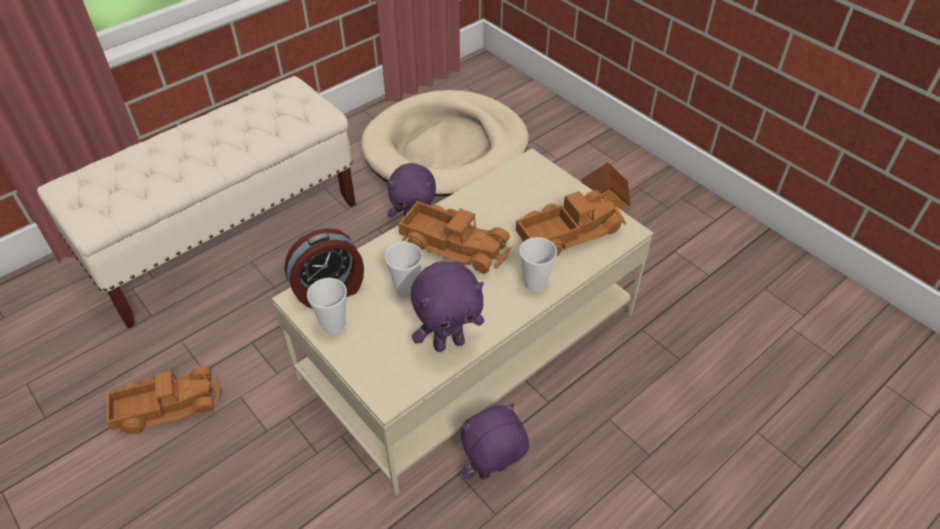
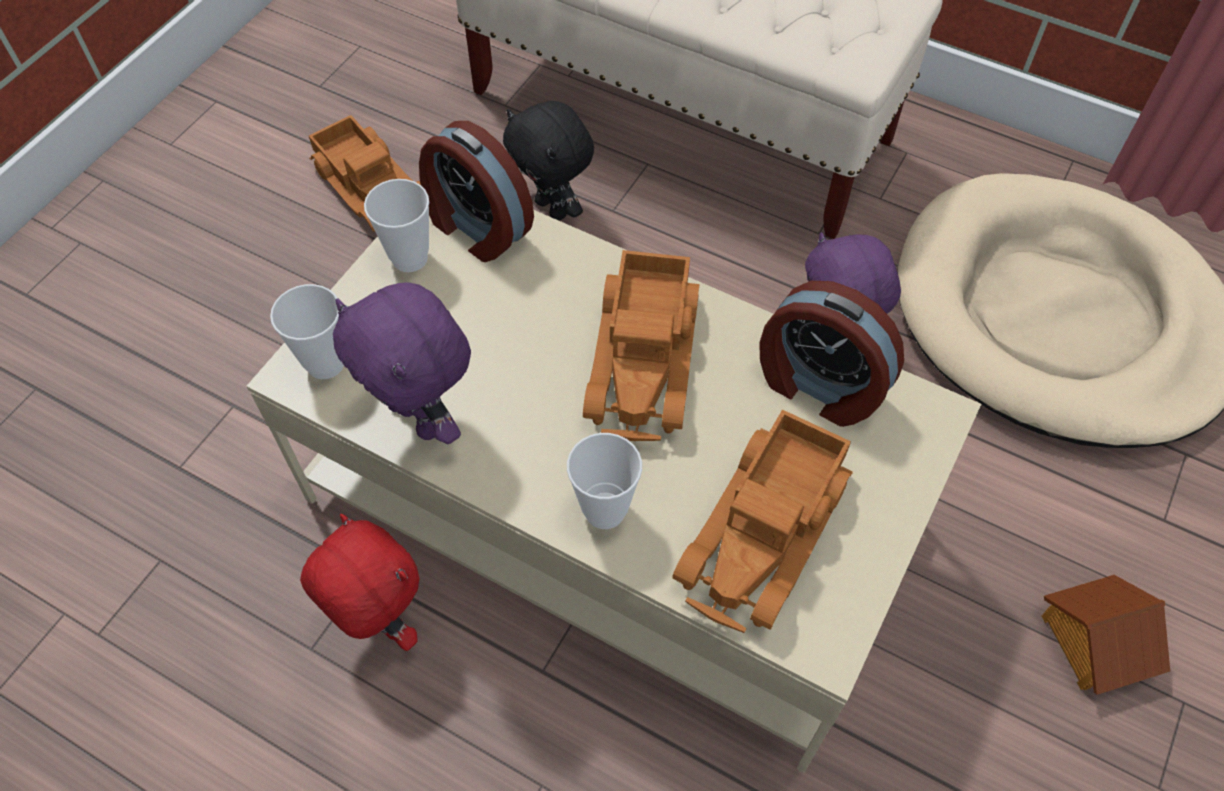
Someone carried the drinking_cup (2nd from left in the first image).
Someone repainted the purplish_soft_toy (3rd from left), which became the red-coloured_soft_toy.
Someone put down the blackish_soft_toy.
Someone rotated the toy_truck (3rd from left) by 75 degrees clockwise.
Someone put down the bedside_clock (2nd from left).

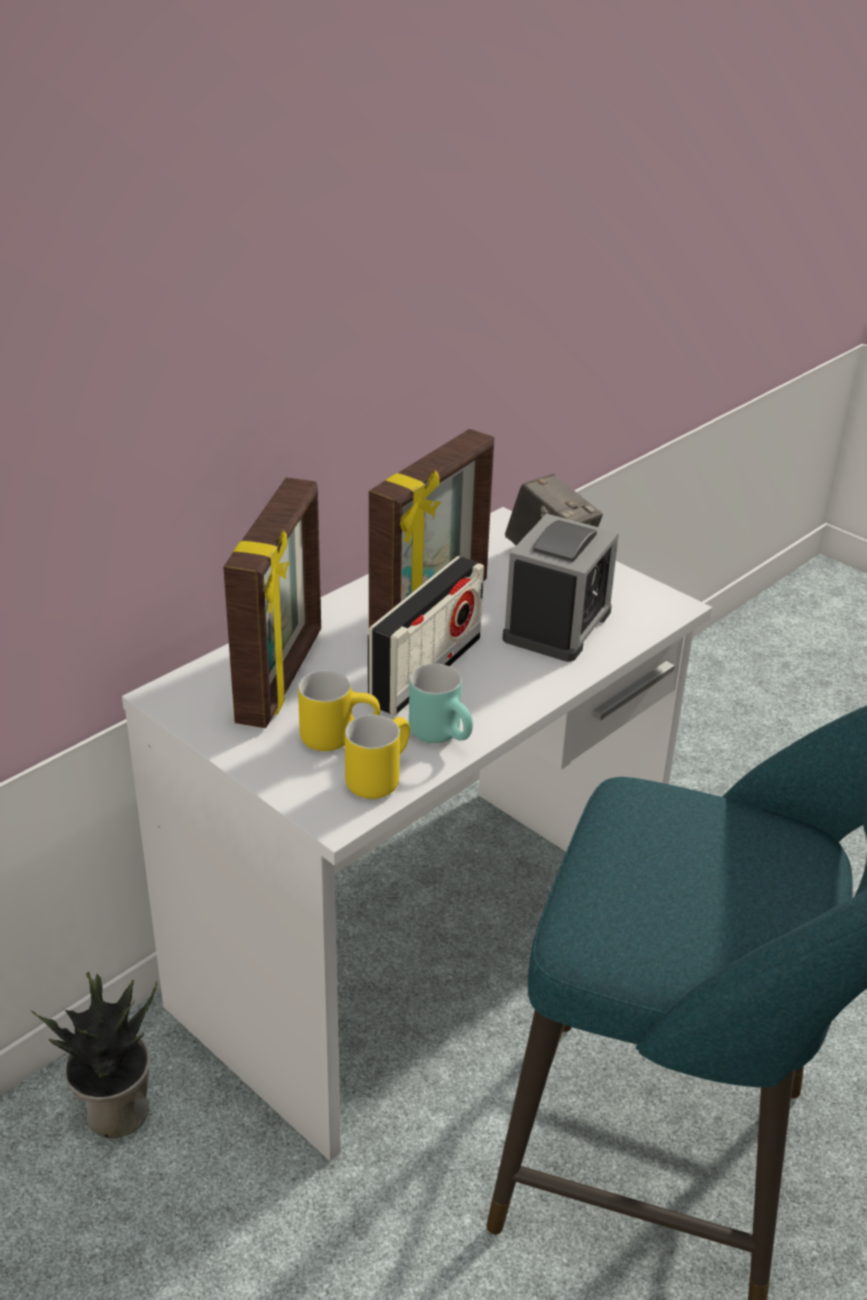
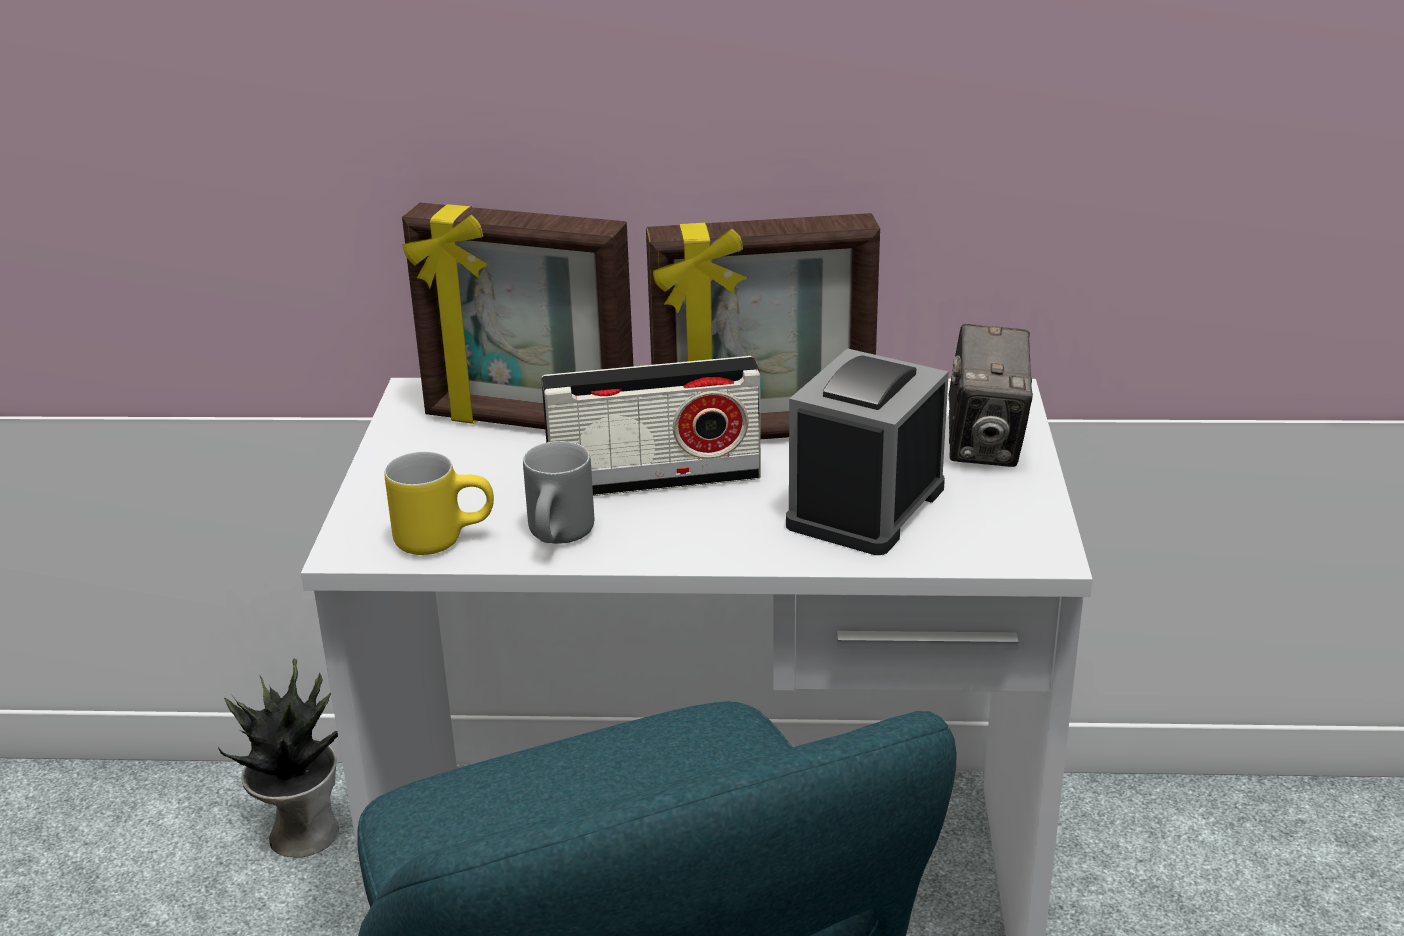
Someone rotated the standing_frame (1st from left) by 45 degrees clockwise.
Someone repainted the turquoise-coloured_coffee_mug, which became the gray_coffee_mug.
Someone rotated the bedside_clock by 135 degrees clockwise.
Someone took away the yellow-coloured_coffee_mug (1st from left).

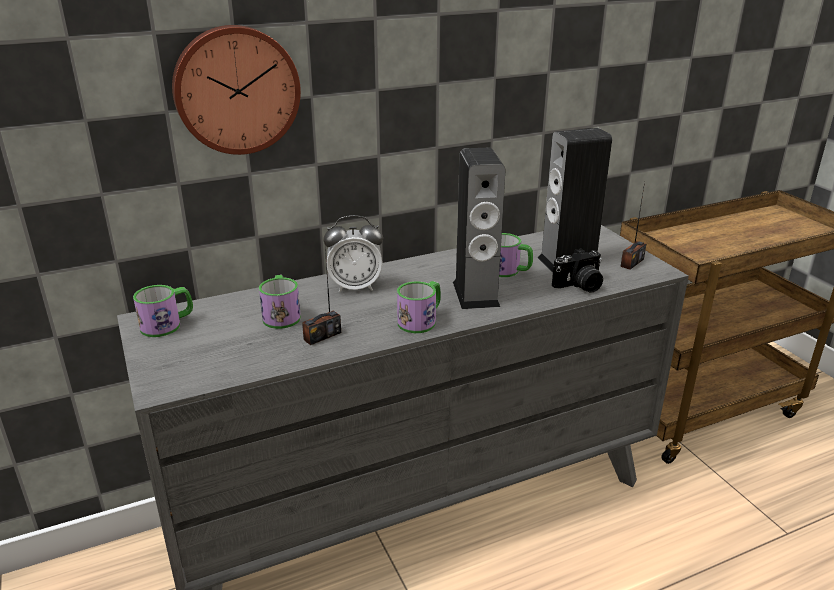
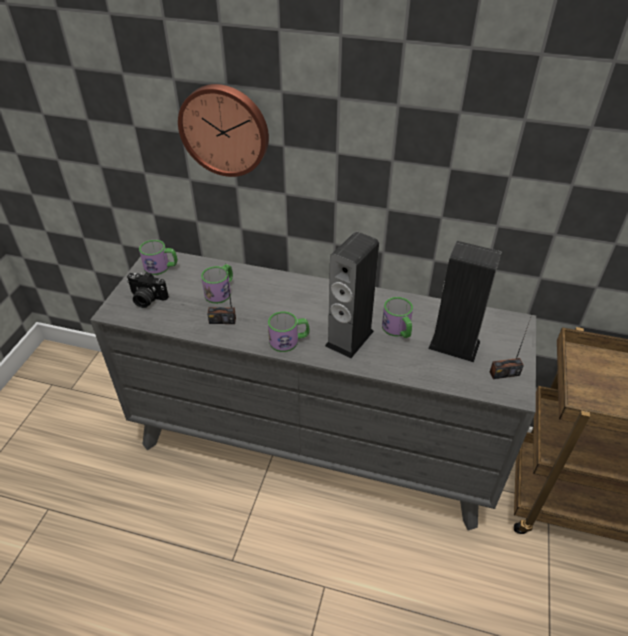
Someone carried the still_camera.
Someone took away the bedside_clock.

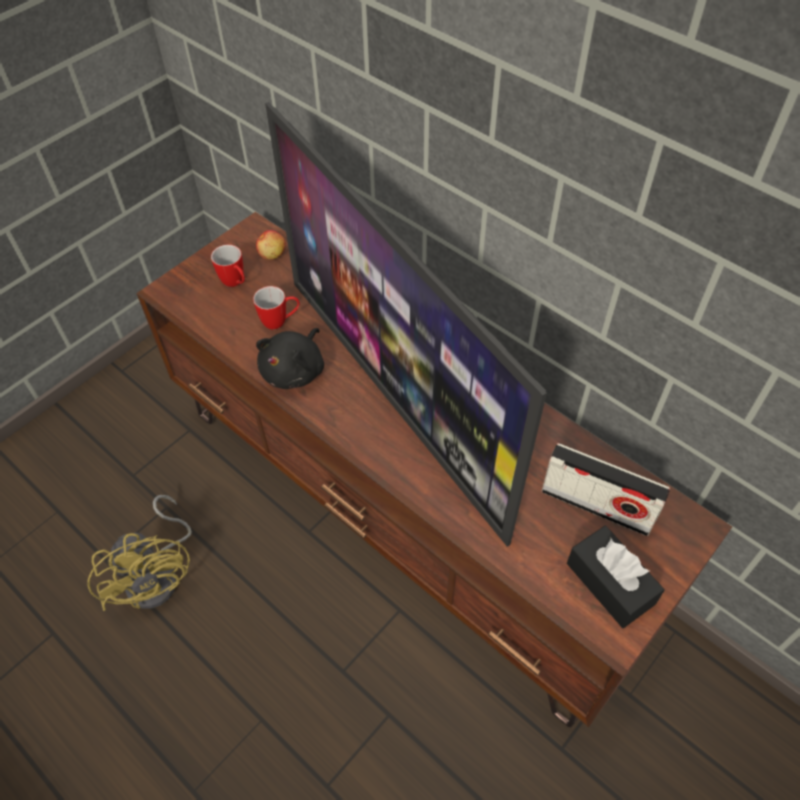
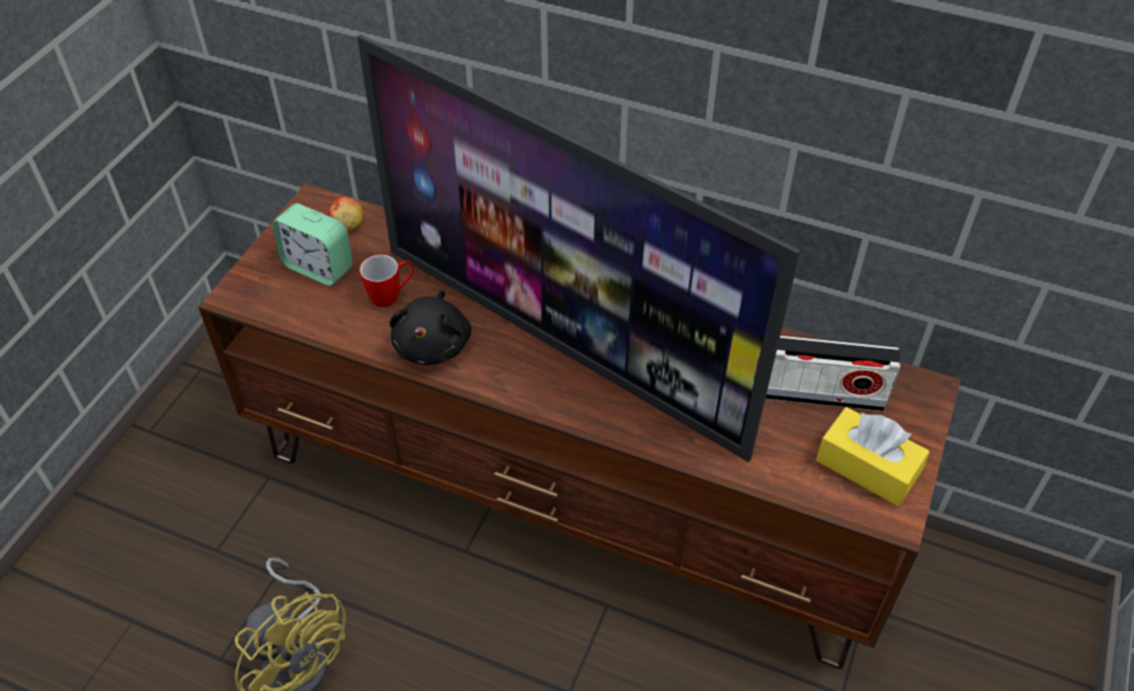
Someone swapped the coffee_mug (1st from left) for the bedside_clock.
Someone repainted the blackish_tissue_holder, which became the yellow-coloured_tissue_holder.

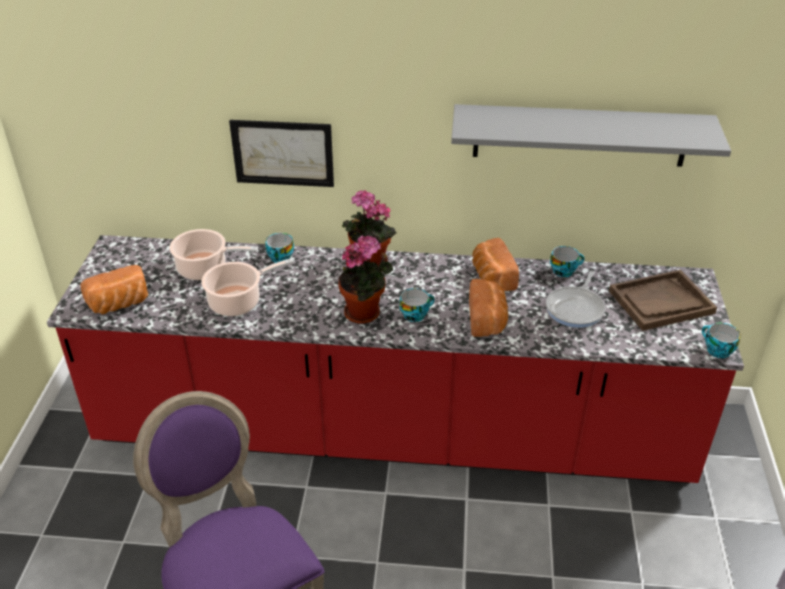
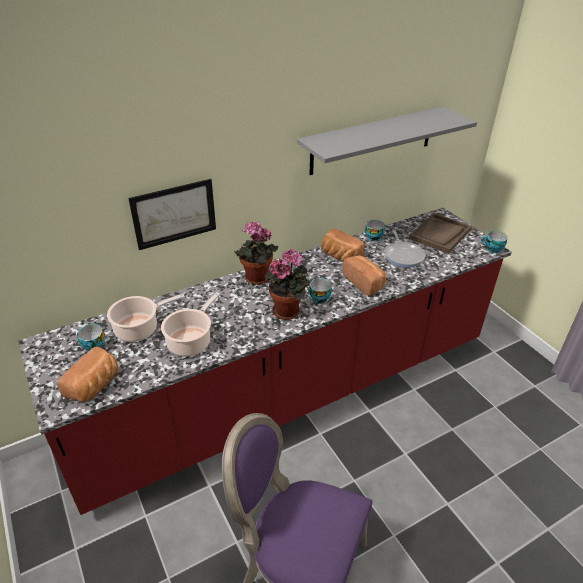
Someone carried the drinking_cup (1st from left).

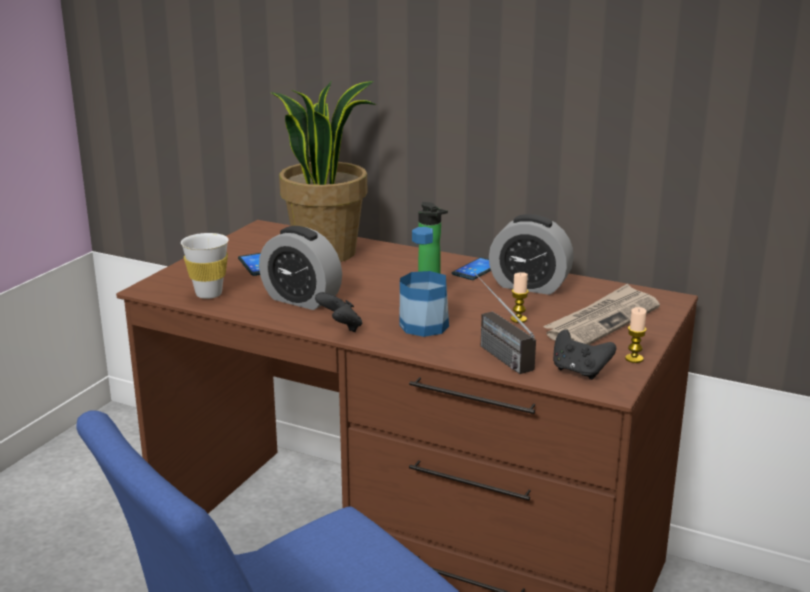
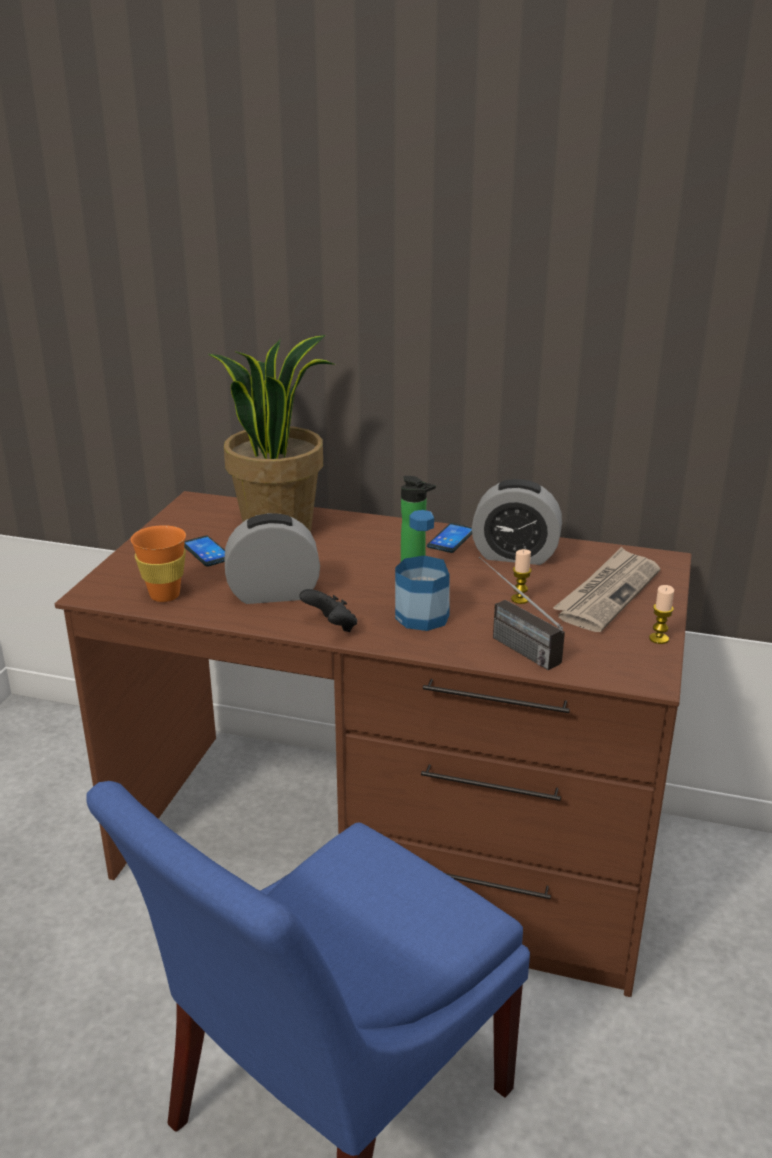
Someone repainted the whitish_drinking_cup, which became the orange-coloured_drinking_cup.
Someone rotated the bedside_clock (1st from left) by 150 degrees clockwise.
Someone took away the blackish_game_controller (2nd from left).

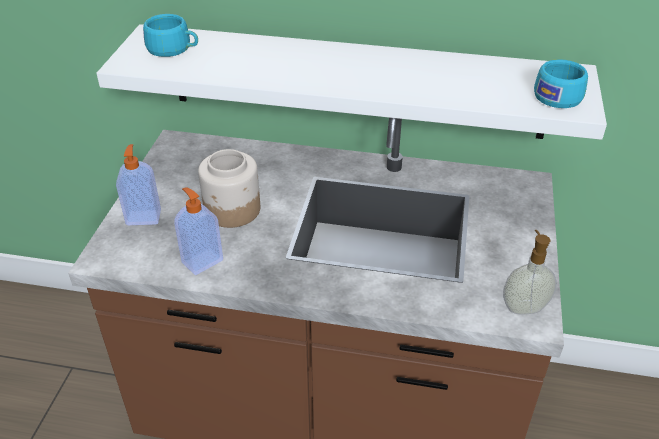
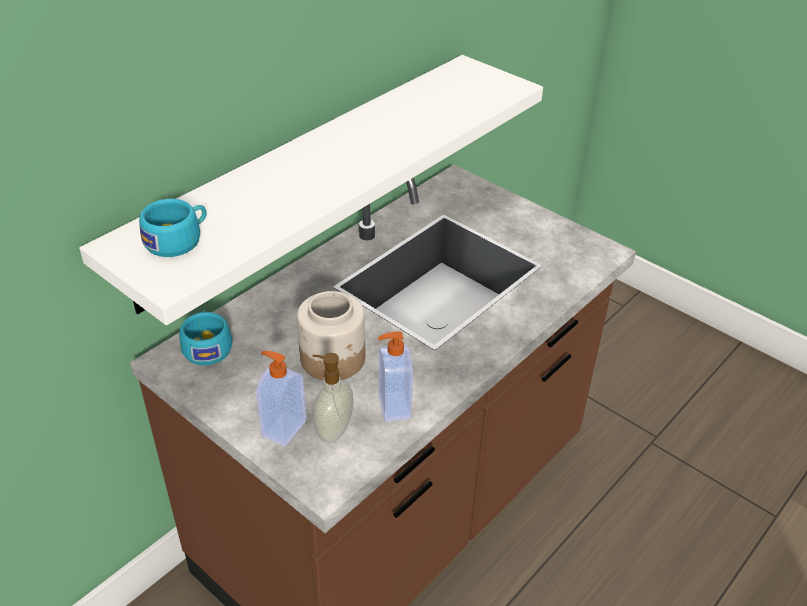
Someone carried the turquoise-coloured_drinking_cup (2nd from left).
Someone carried the liquid_soap_bottle (3rd from left in the first image).

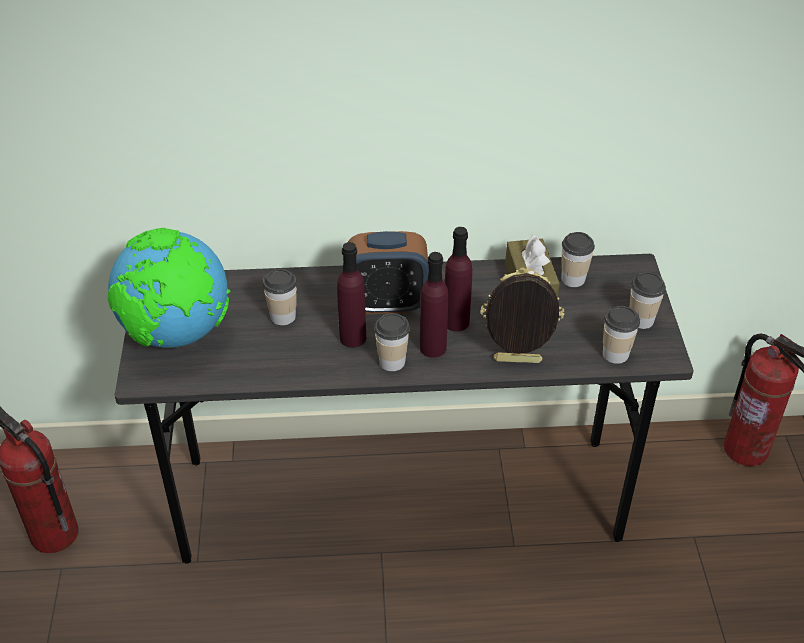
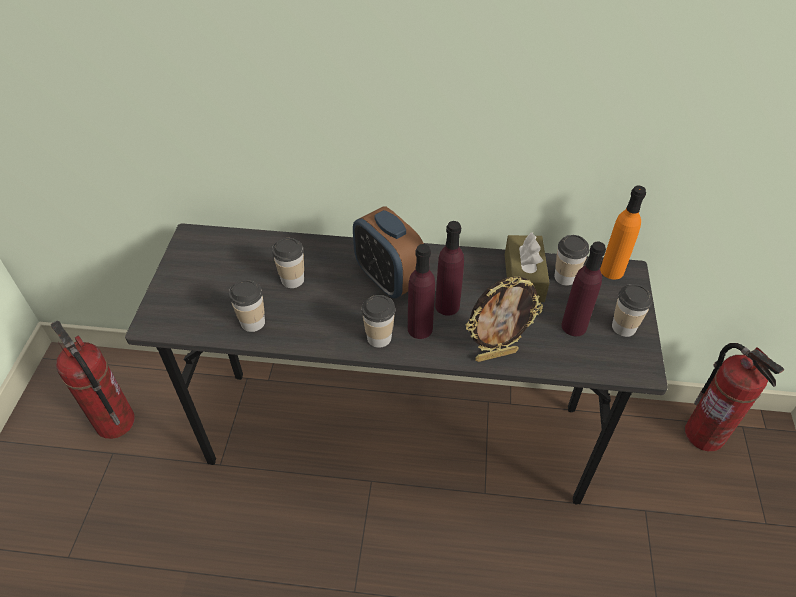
Someone carried the drinking_cup (4th from left in the first image).
Someone rotated the bedside_clock by 45 degrees clockwise.
Someone rotated the standing_frame by 150 degrees clockwise.
Someone carried the purplish_drink_bottle (1st from left in the first image).
Someone put down the orange-coloured_drink_bottle.
Someone took away the desk_globe.

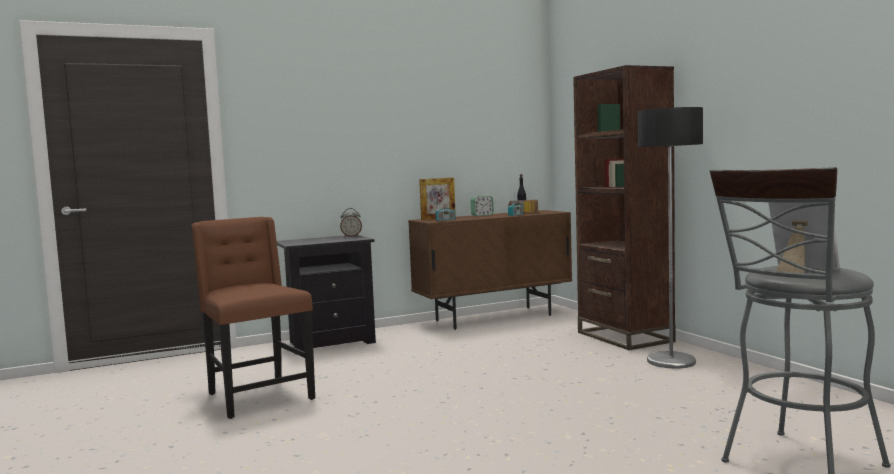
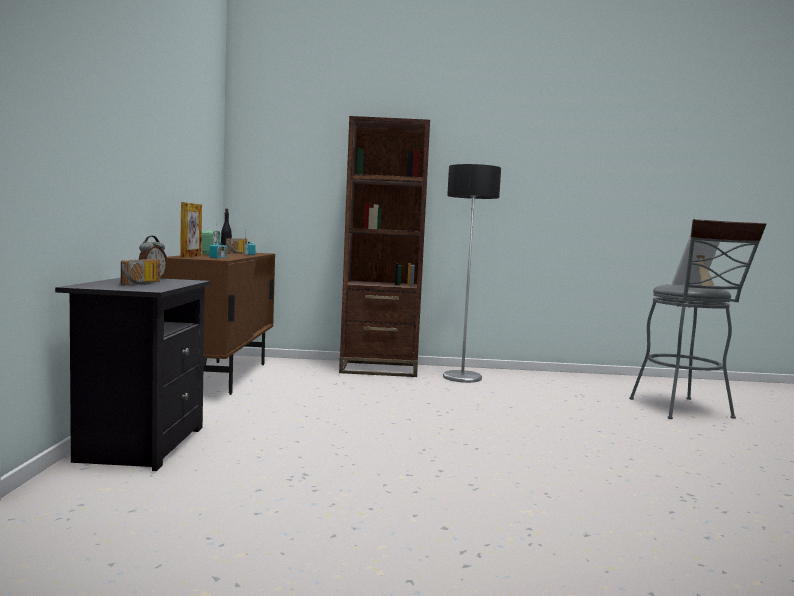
Someone put down the radio_receiver (1st from left).
Someone took away the brown_chair.

